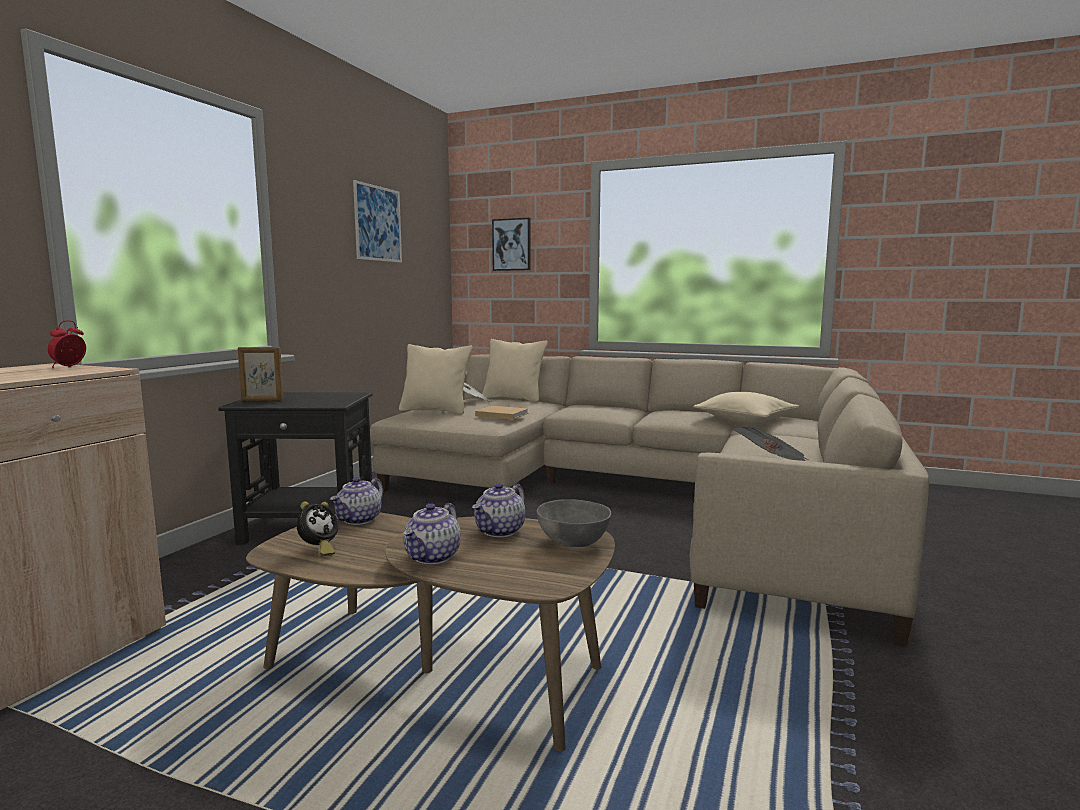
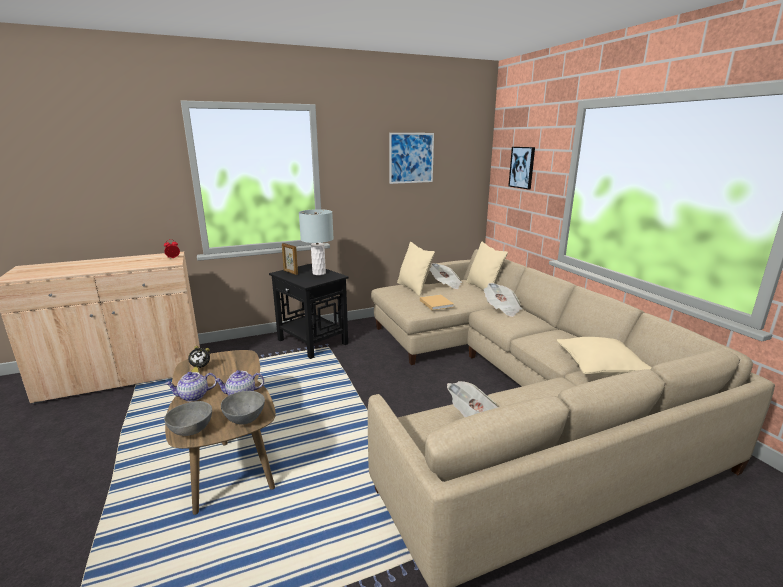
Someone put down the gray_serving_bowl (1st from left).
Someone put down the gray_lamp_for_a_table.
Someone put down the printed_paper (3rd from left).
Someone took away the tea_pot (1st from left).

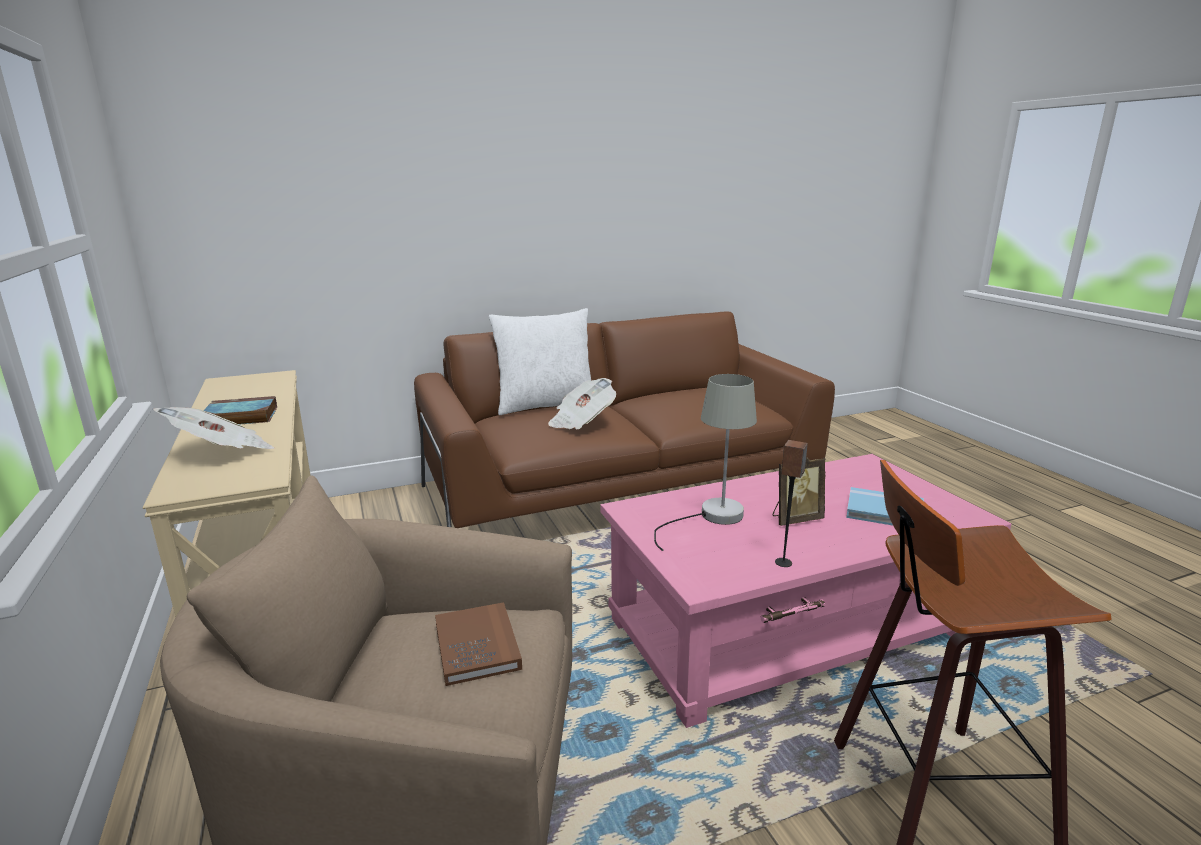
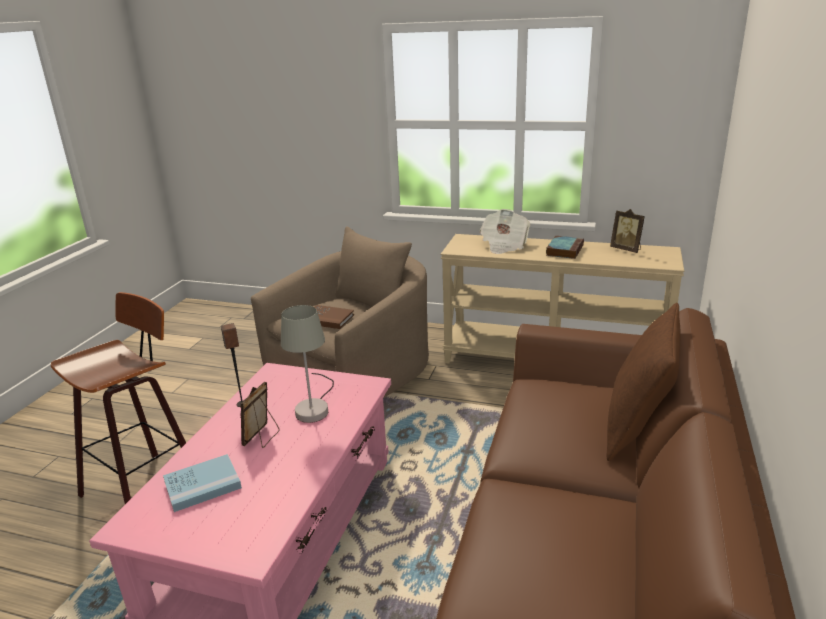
Someone repainted the whitish_throw_pillow, which became the brown_throw_pillow.
Someone put down the standing_frame (2nd from left).
Someone took away the printed_paper (2nd from left).

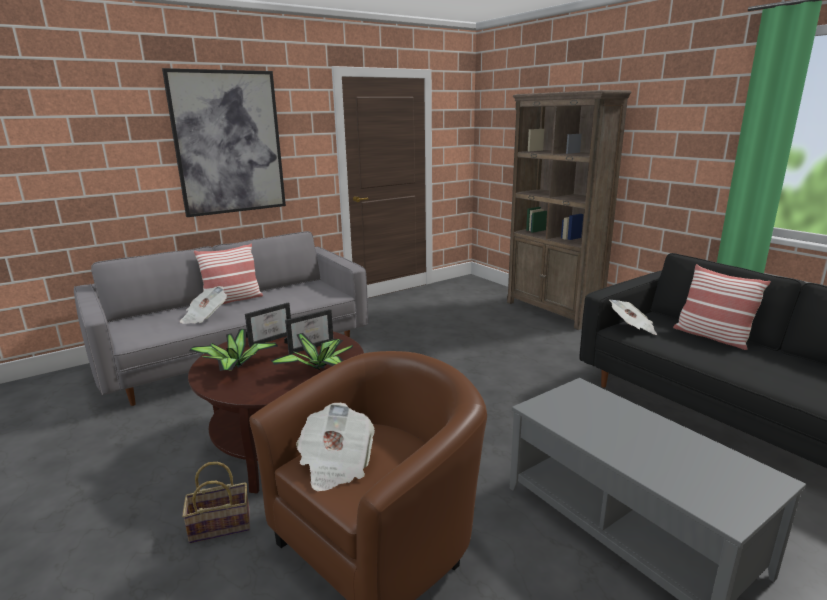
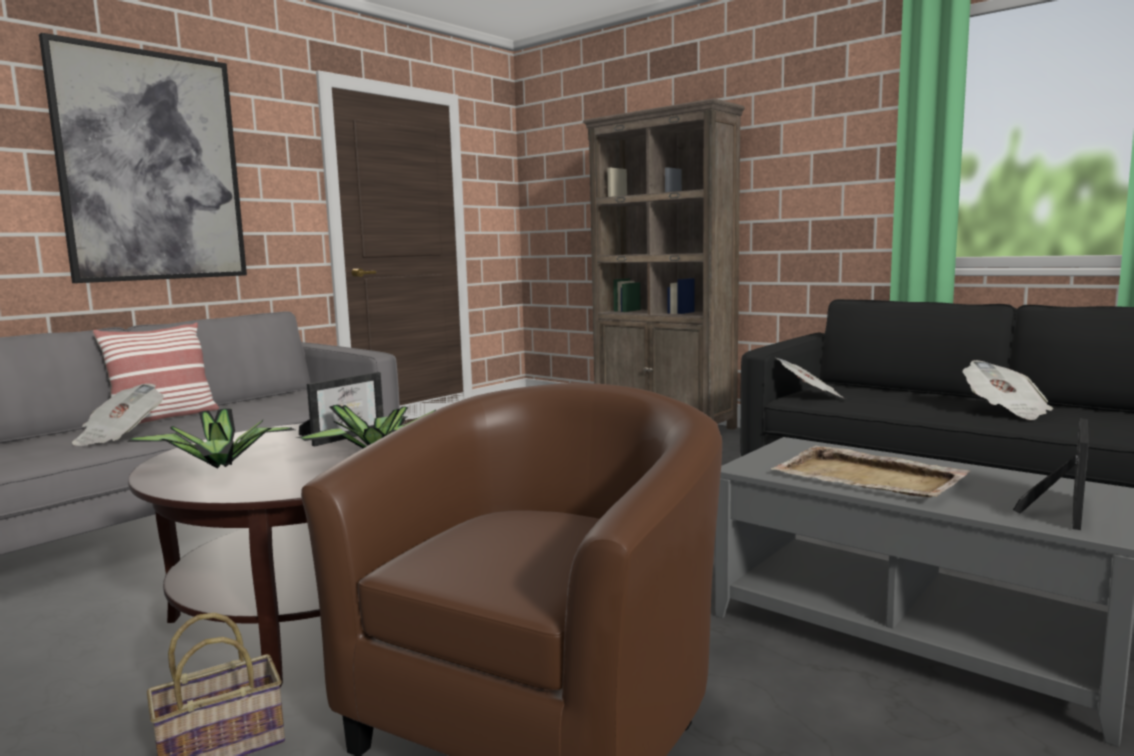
Someone put down the beige-coloured_tray.
Someone carried the printed_paper (2nd from left in the first image).
Someone carried the standing_frame (1st from left in the first image).
Someone took away the throw_pillow (2nd from left).

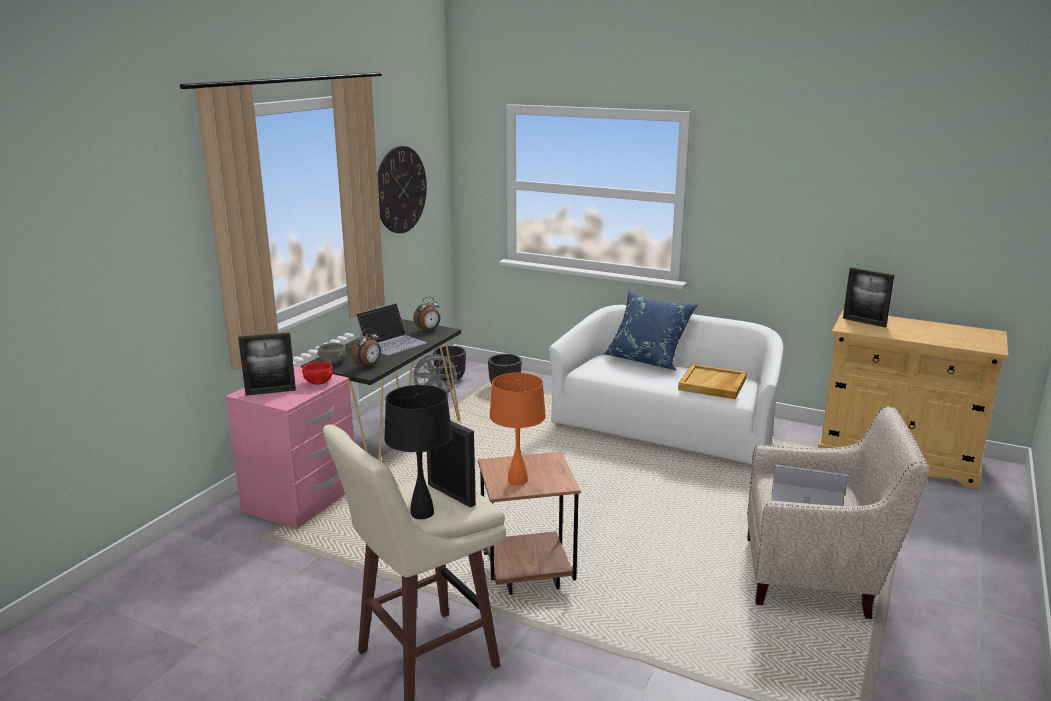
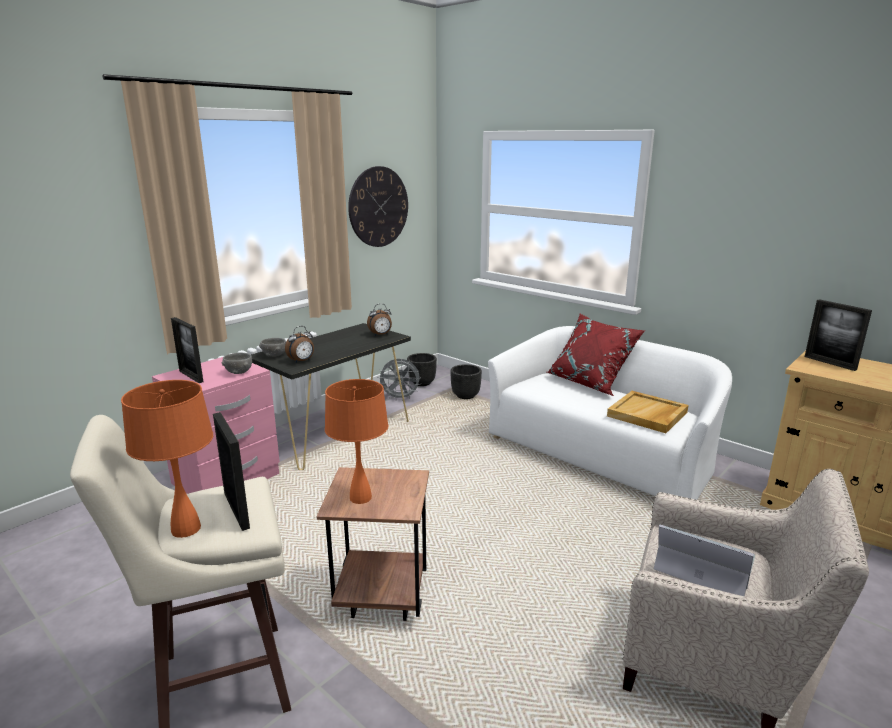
Someone repainted the blackish_lamp_for_a_table, which became the orange-coloured_lamp_for_a_table (1st from left).
Someone rotated the standing_frame (1st from left) by 45 degrees clockwise.
Someone repainted the red-coloured_serving_bowl, which became the gray_serving_bowl (1st from left).
Someone repainted the blue-coloured_throw_pillow, which became the red-coloured_throw_pillow.
Someone took away the laptop (1st from left).

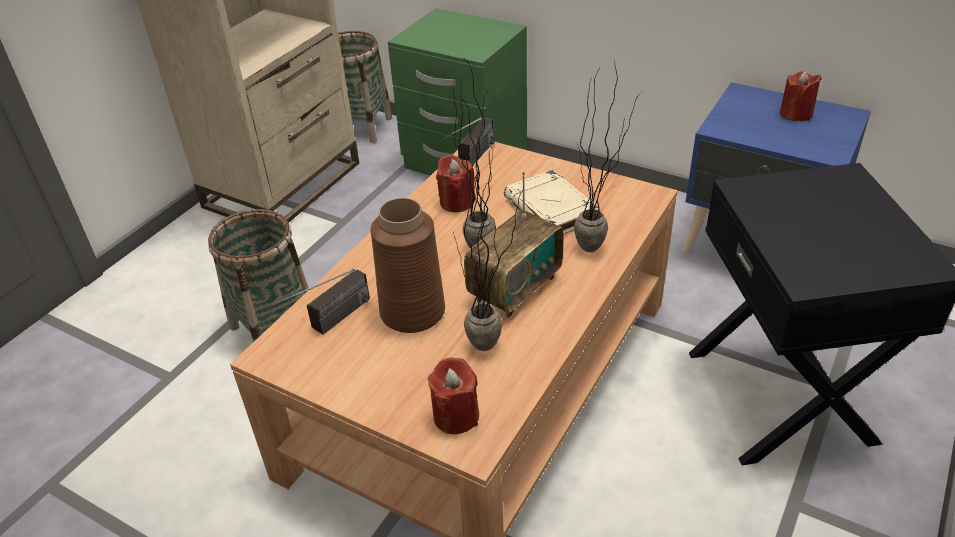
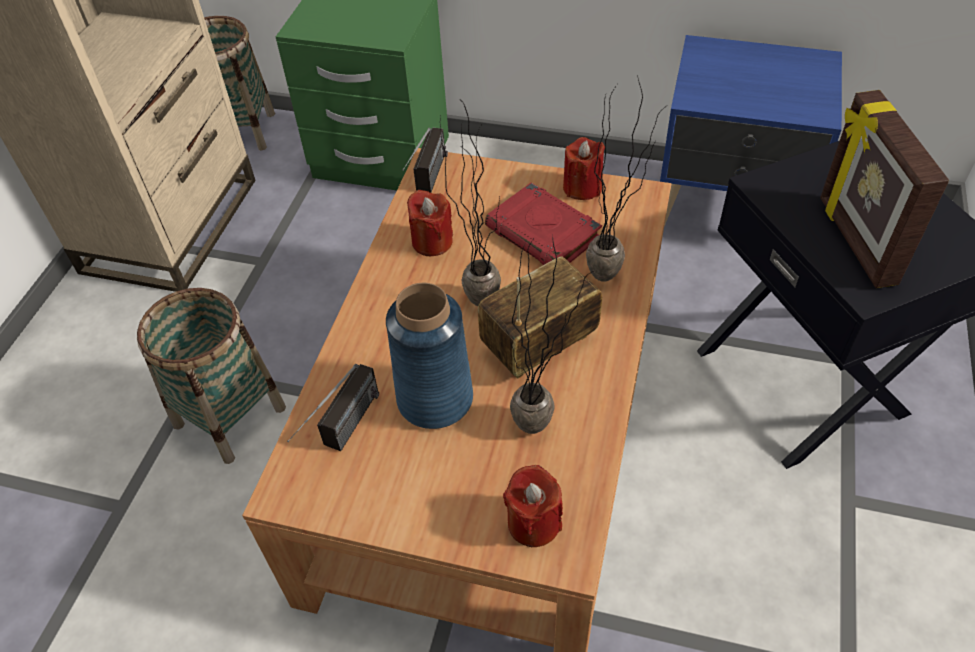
Someone repainted the brown_vase, which became the blue-coloured_vase.
Someone rotated the radio_receiver (3rd from left) by 150 degrees counterclockwise.
Someone repainted the beige-coloured_volume, which became the red-coloured_volume.
Someone carried the red-coloured_wax_light (3rd from left).
Someone put down the standing_frame.

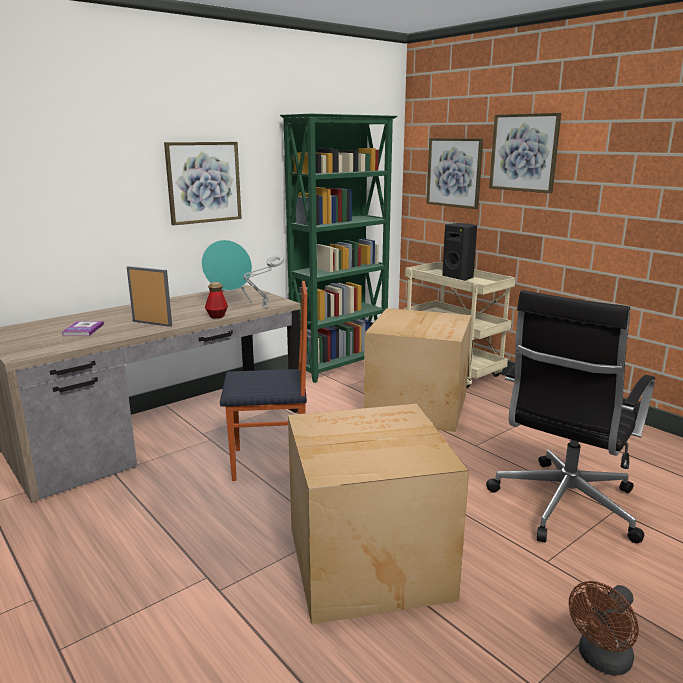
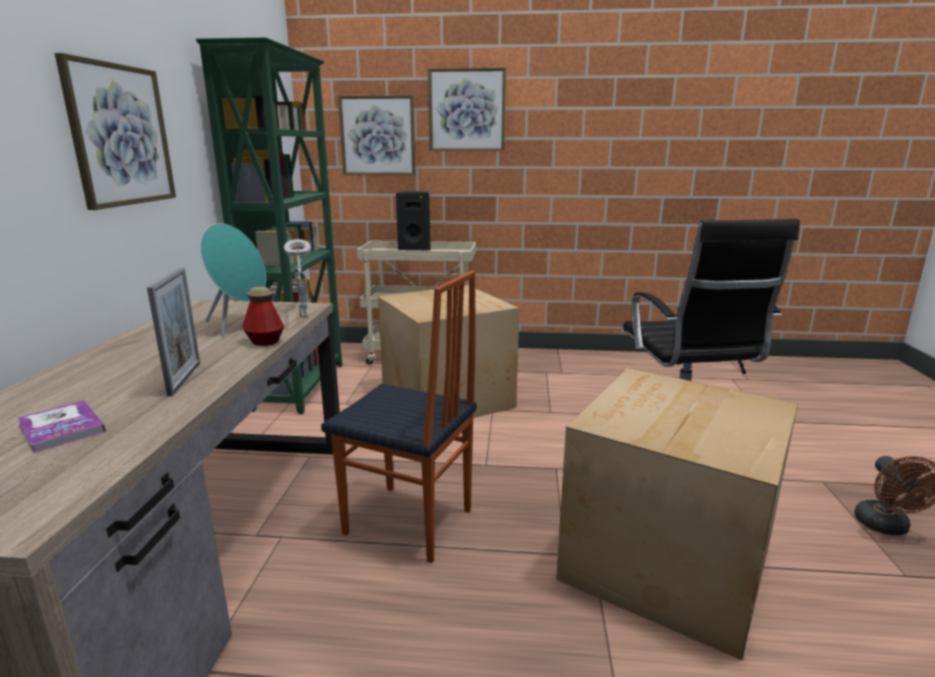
Someone rotated the standing_frame by 105 degrees clockwise.
Someone rotated the chair by 75 degrees clockwise.

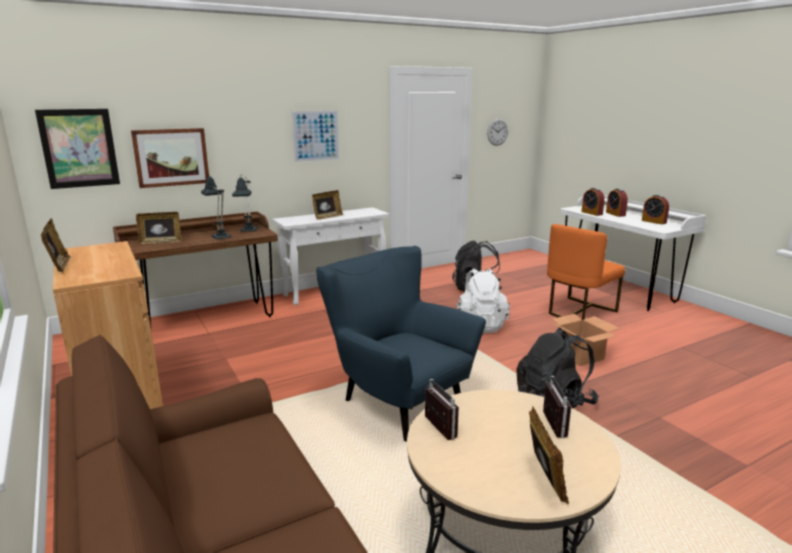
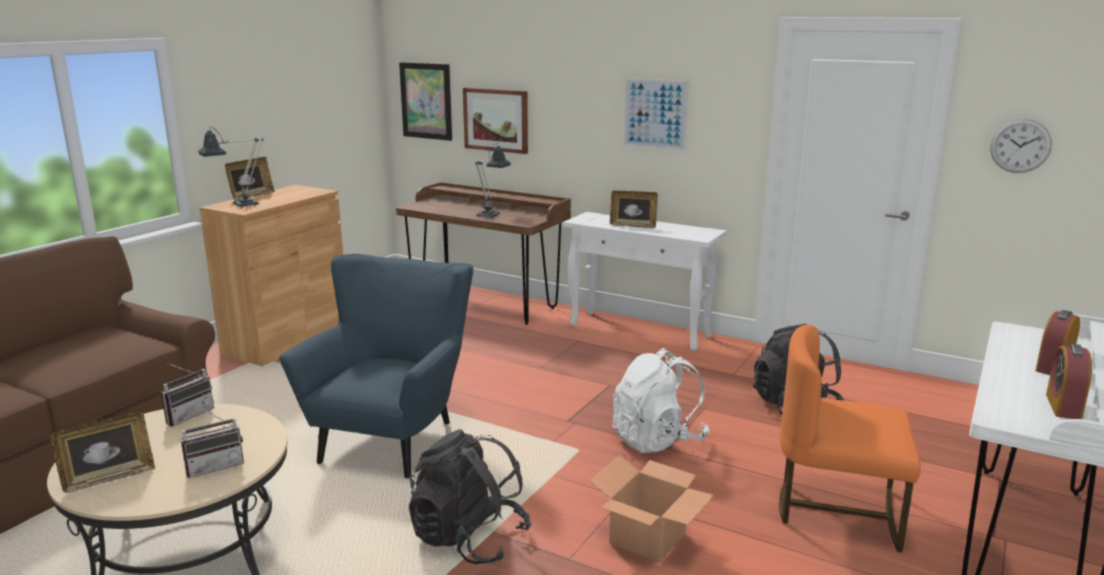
Someone carried the lamp_for_a_table (2nd from left in the first image).
Someone took away the standing_frame (2nd from left).
Someone took away the bedside_clock (1st from left).

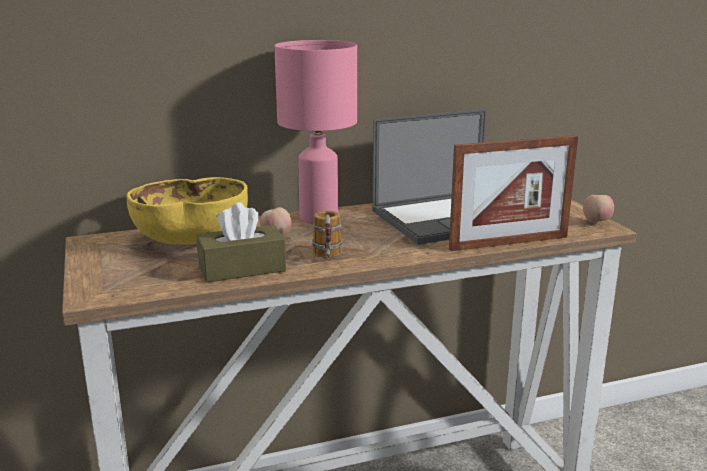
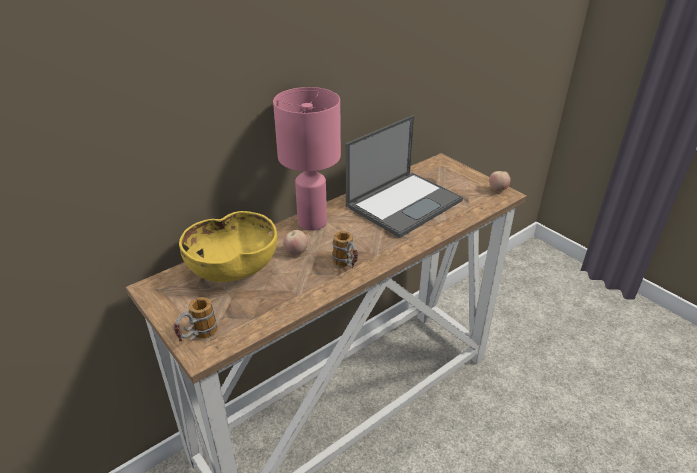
Someone put down the coffee_mug (1st from left).
Someone took away the brown_tissue_holder.
Someone took away the standing_frame.

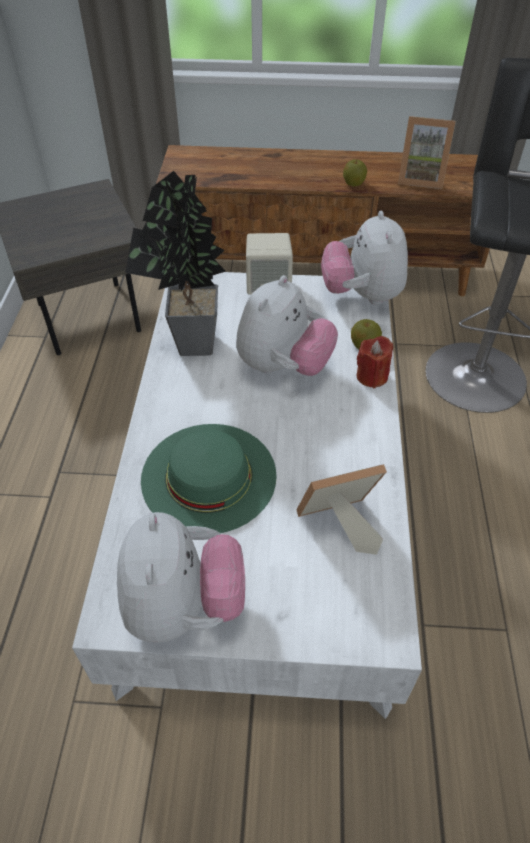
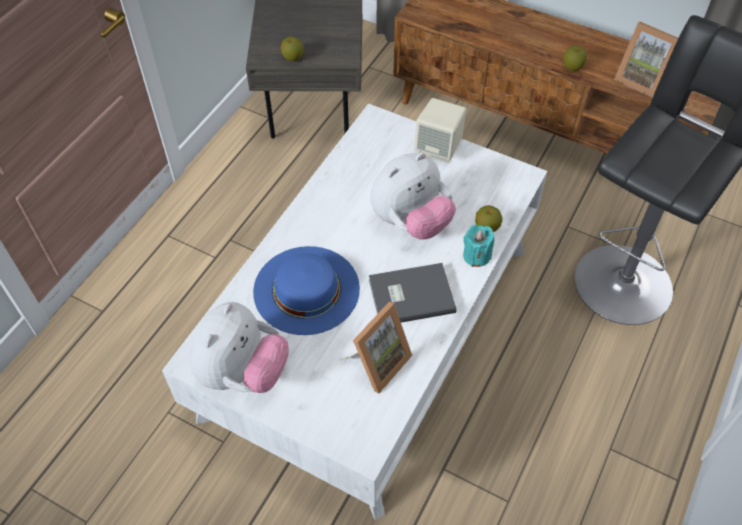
Someone repainted the greenish_clothing_hat, which became the blue-coloured_clothing_hat.
Someone put down the apple (1st from left).
Someone rotated the standing_frame (1st from left) by 120 degrees clockwise.
Someone put down the gray_volume.
Someone repainted the red-coloured_wax_light, which became the turquoise-coloured_wax_light.
Someone took away the potted_plant.
Someone took away the soft_toy (3rd from left).

